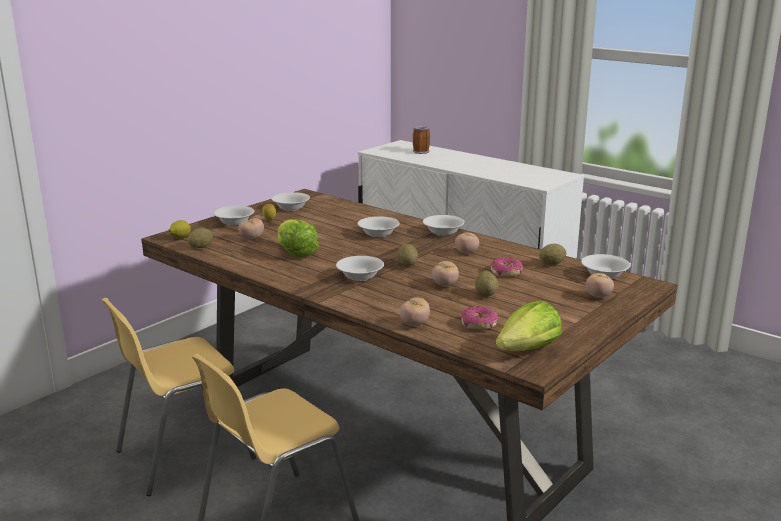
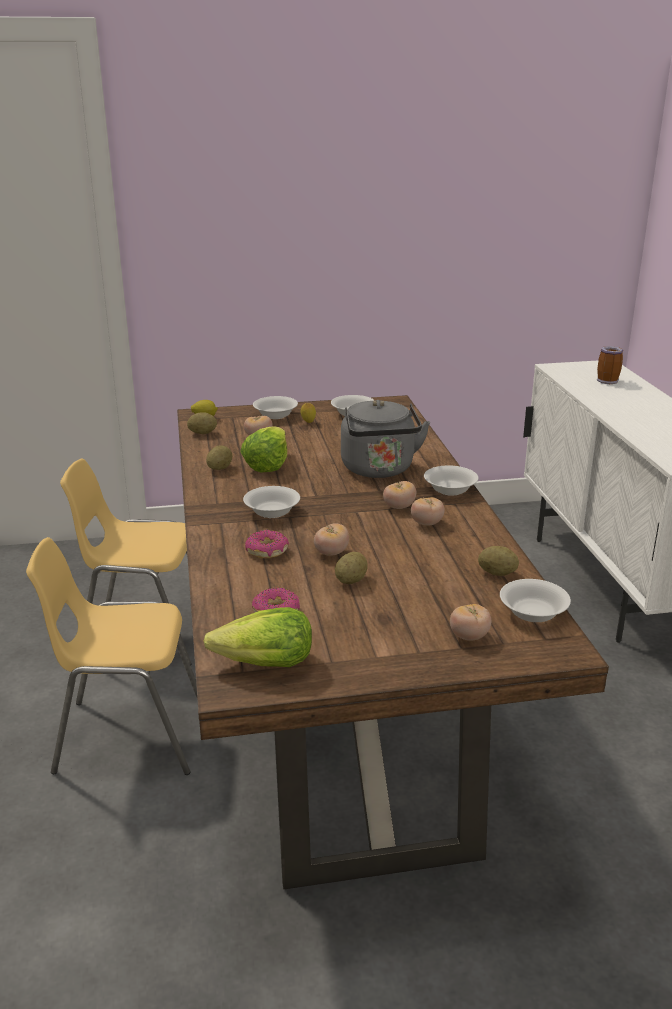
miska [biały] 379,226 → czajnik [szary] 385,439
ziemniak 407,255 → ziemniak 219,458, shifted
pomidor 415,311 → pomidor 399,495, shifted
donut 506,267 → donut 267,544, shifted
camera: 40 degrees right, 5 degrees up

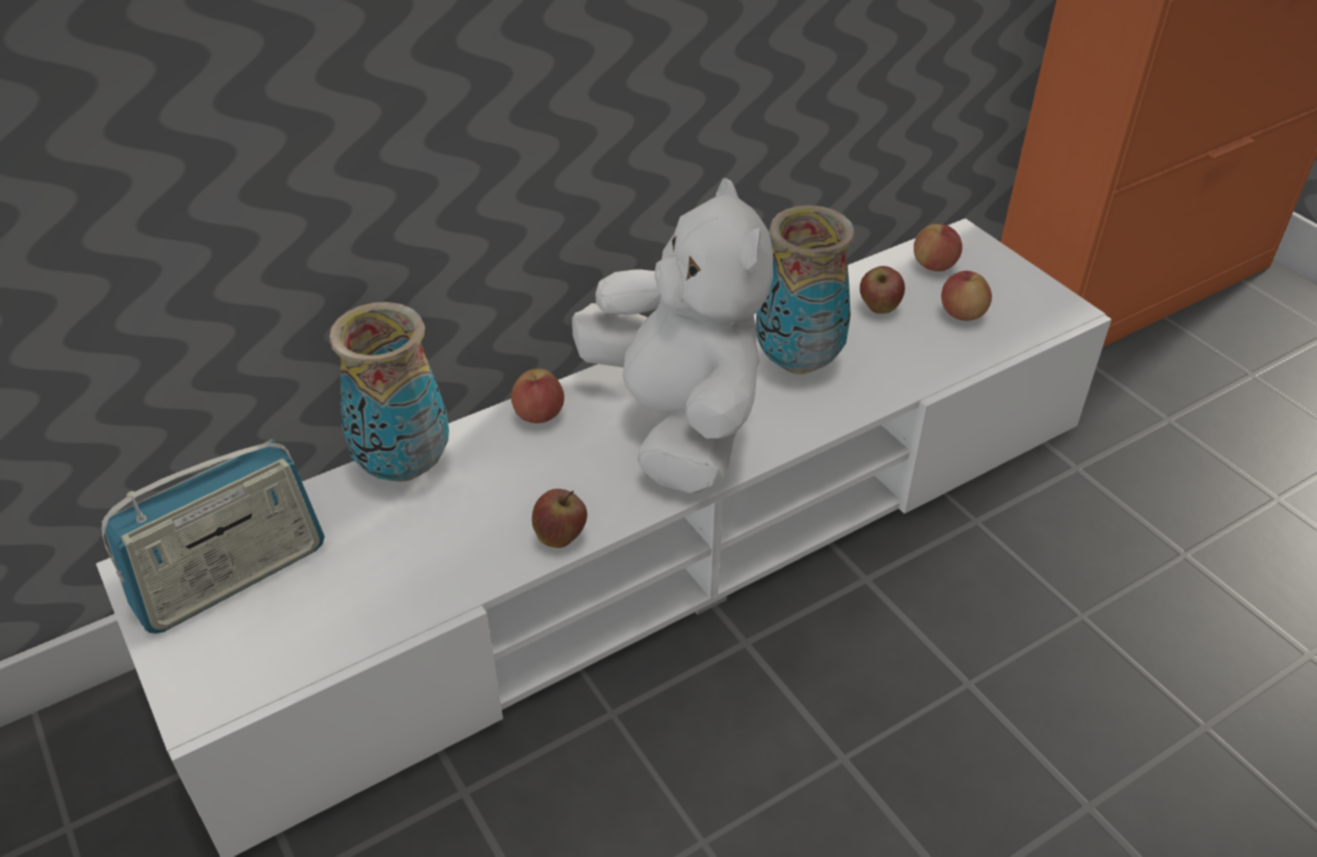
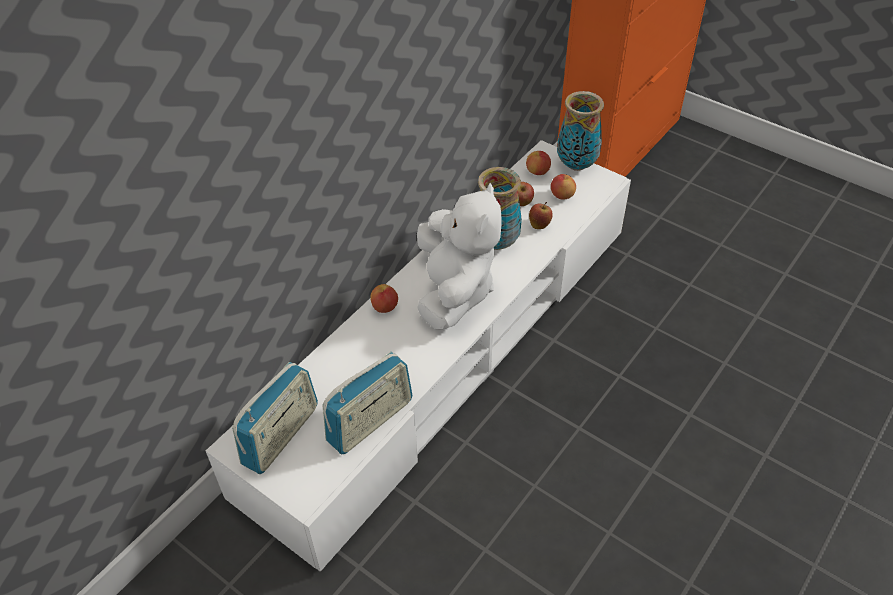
wazon 389,392 → wazon 580,131, shifted
jabłko 559,518 → jabłko 541,215, shifted
pluszak [biały] 672,335 → pluszak [biały] 459,256, 45 degrees clockwise
- → radio 368,403
camera: 20 degrees left, 5 degrees up

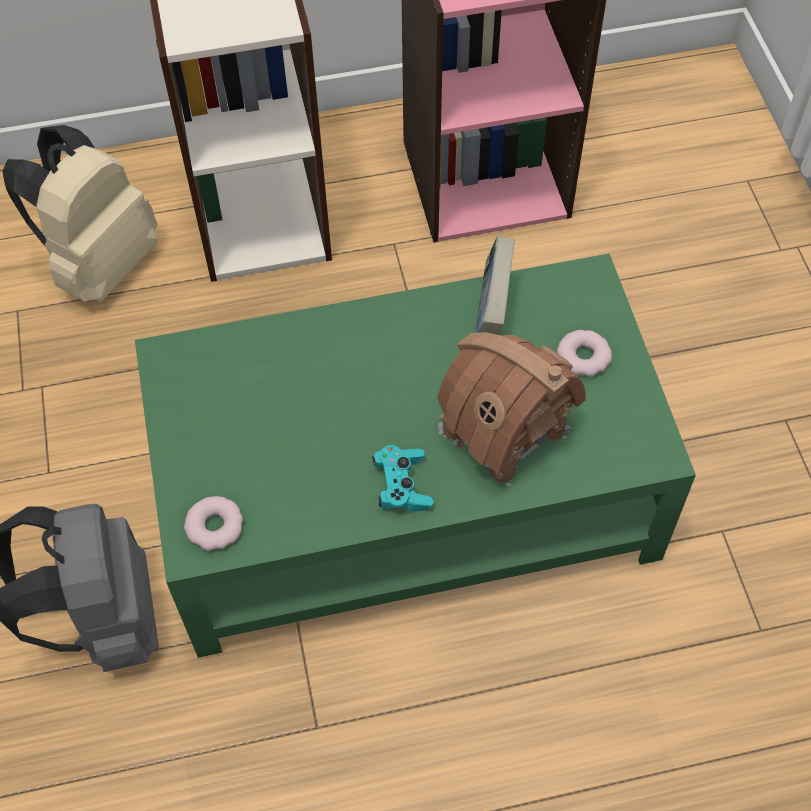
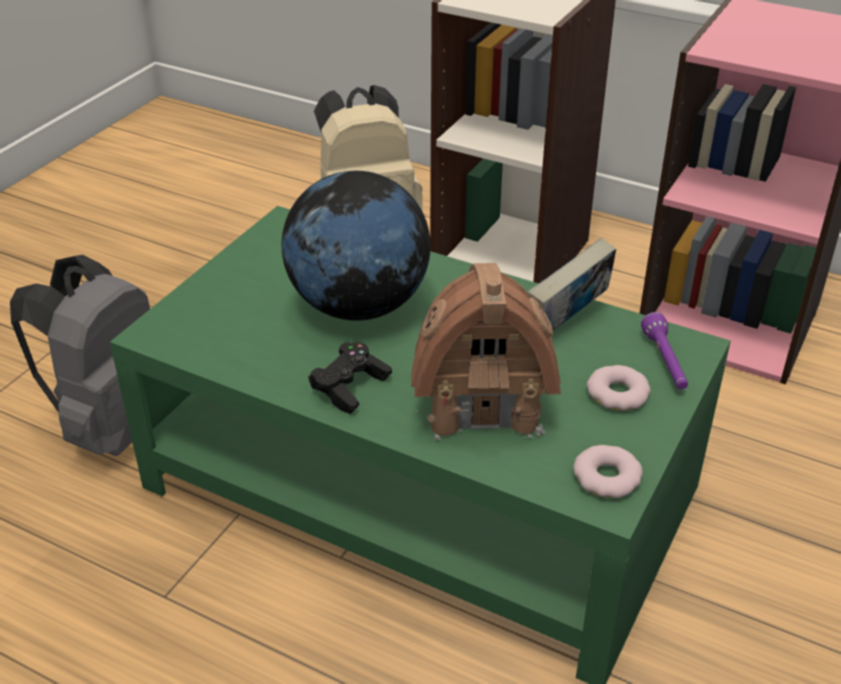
donut 213,523 → donut 608,471, shifted
pad do gier [turkusowy] 402,478 → pad do gier [czarny] 350,378
- → globus 356,246
- → latarka [fioletowy] 664,350
camera: 40 degrees right, 20 degrees down

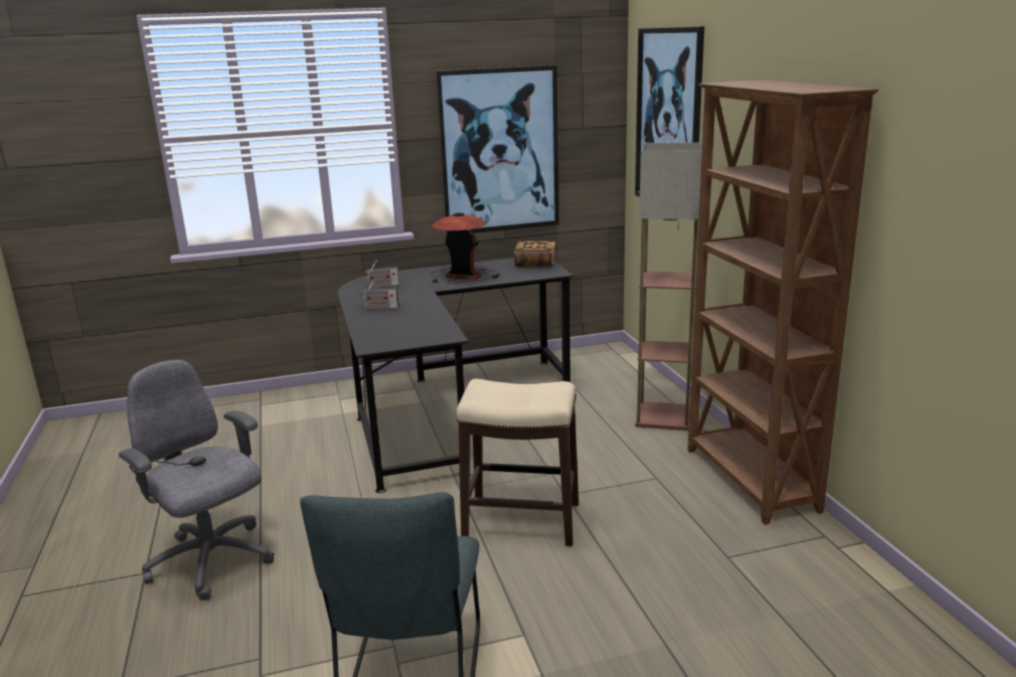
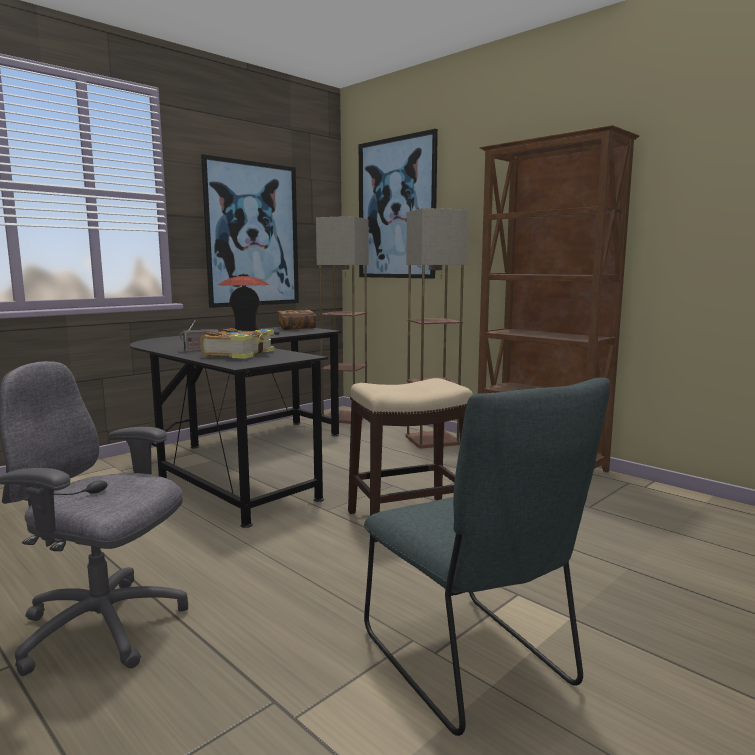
radio 381,274 → -
- → książka 237,343
- → lampa stojąca 342,320
camera: 30 degrees left, 10 degrees down

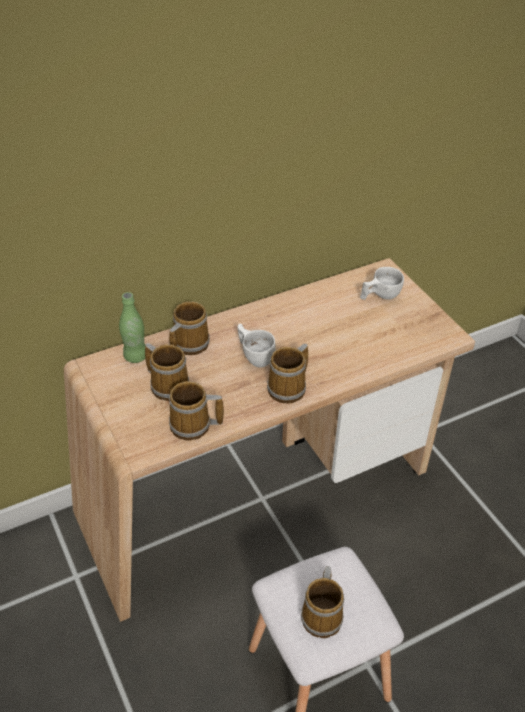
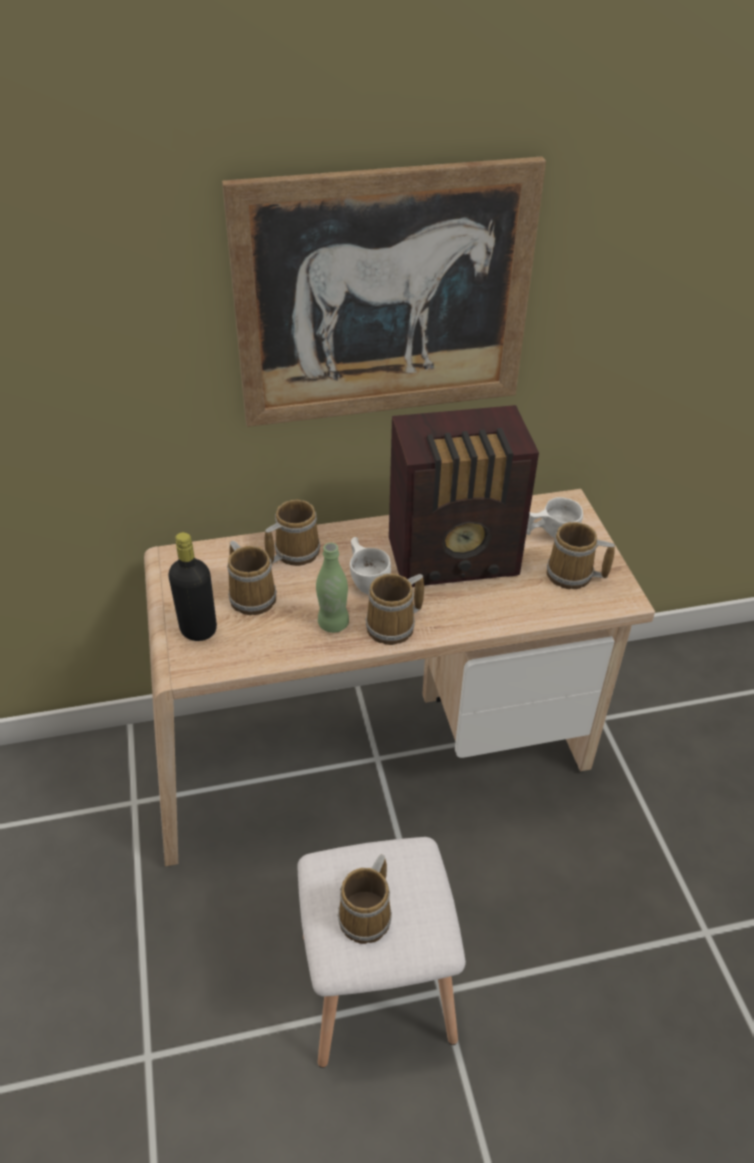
butelka [zielony] 132,327 → butelka [zielony] 332,588, shifted
kubek 196,411 → kubek 581,555, shifted
- → butelka [czarny] 192,586
- → obraz 384,291
- → radio 464,496
camera: 15 degrees right, 0 degrees up

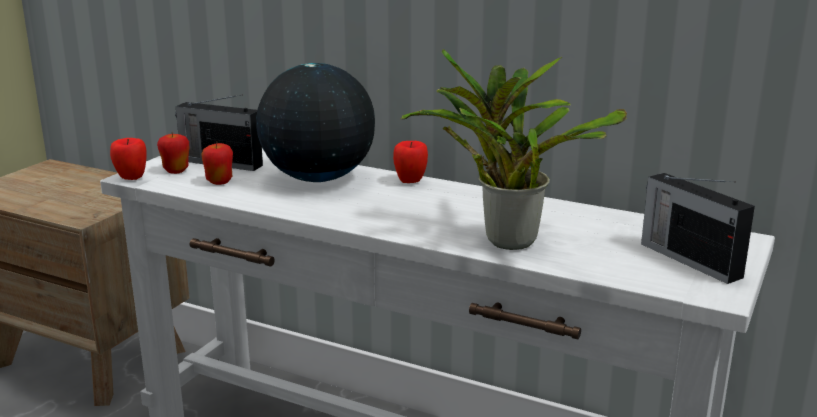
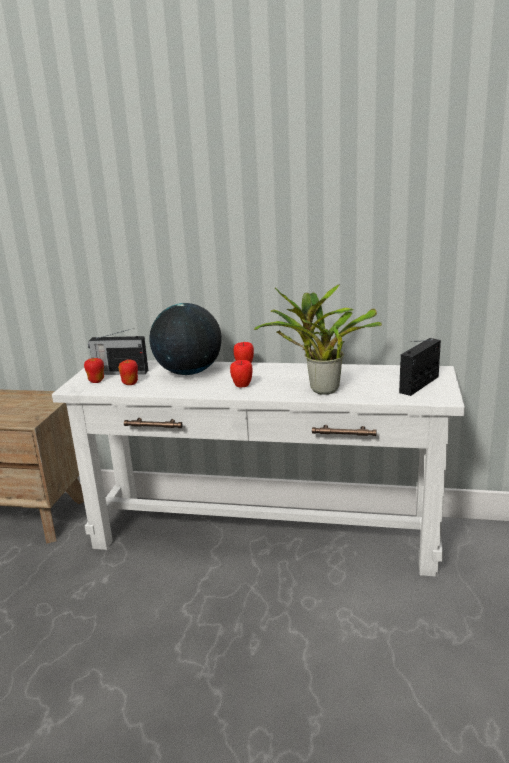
jabłko 128,159 → jabłko 241,373, shifted
radio 698,228 → radio 420,367, 90 degrees clockwise
camera: 15 degrees left, 0 degrees up

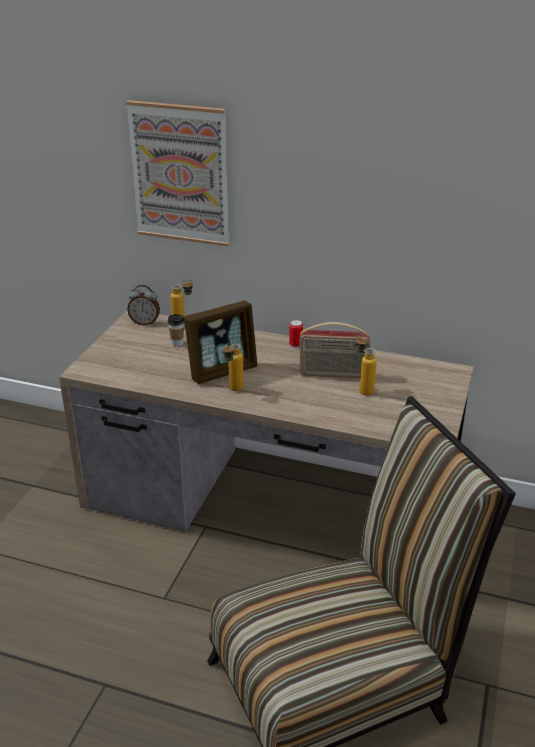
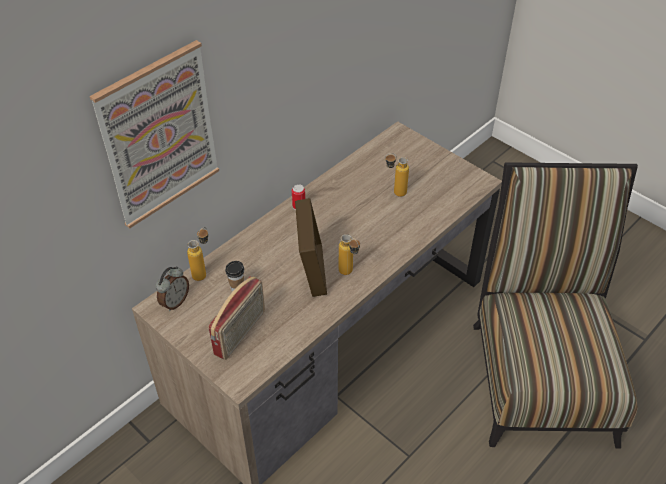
radio 334,350 → radio 237,318, shifted
camera: 65 degrees left, 15 degrees up

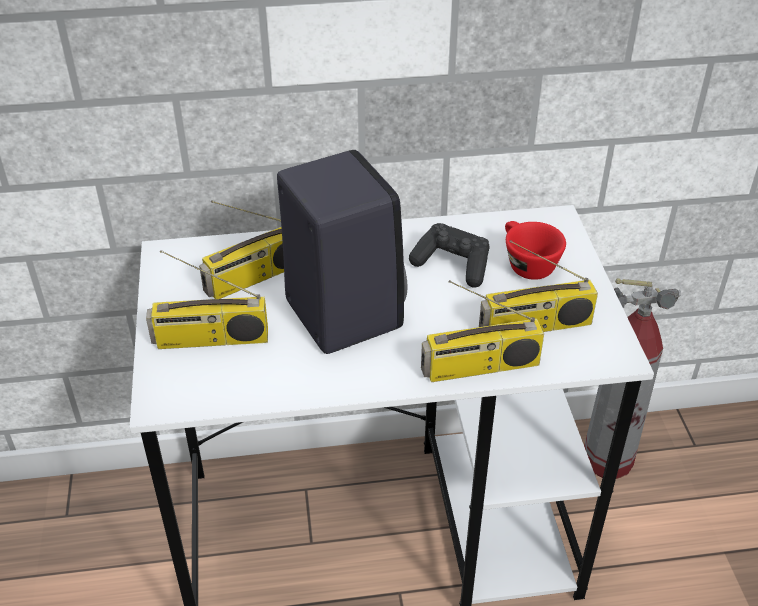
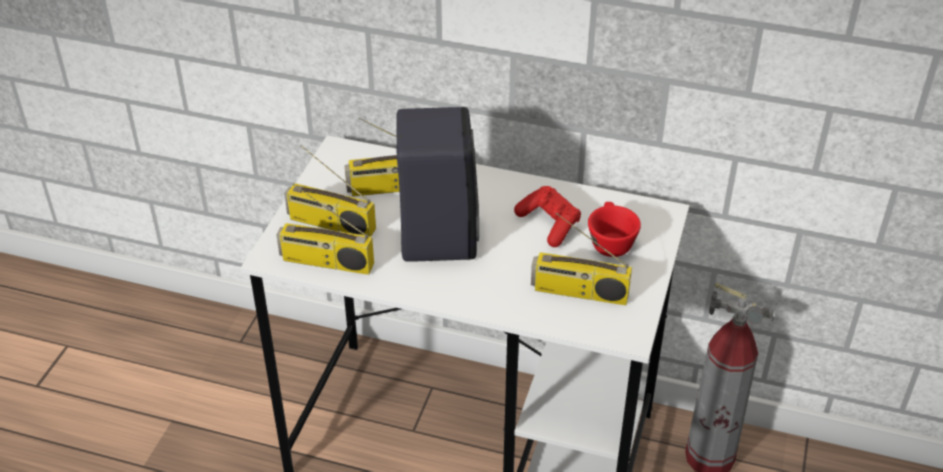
pad do gier [czarny] 449,255 → pad do gier [czerwony] 547,216
radio 482,331 → radio 325,229, shifted
camera: 25 degrees right, 0 degrees up

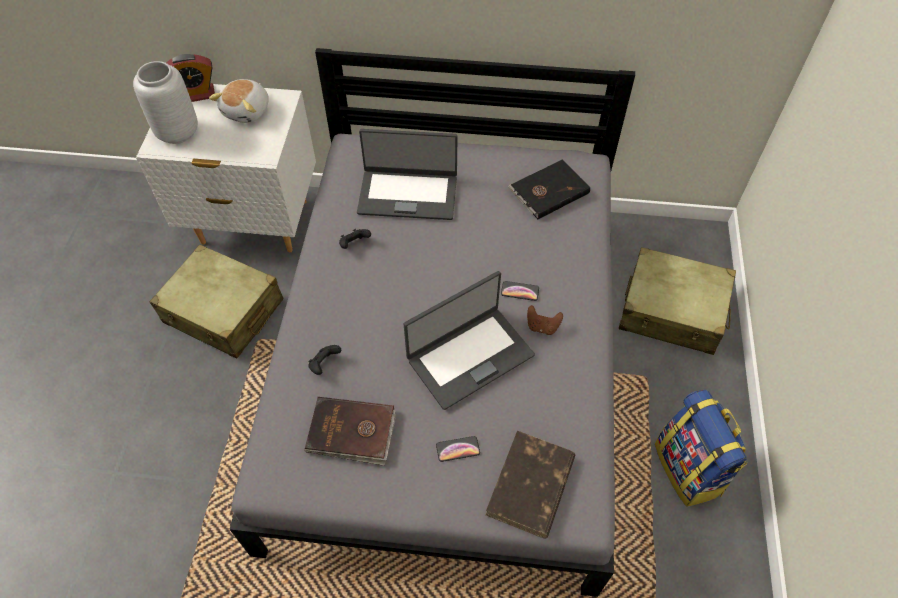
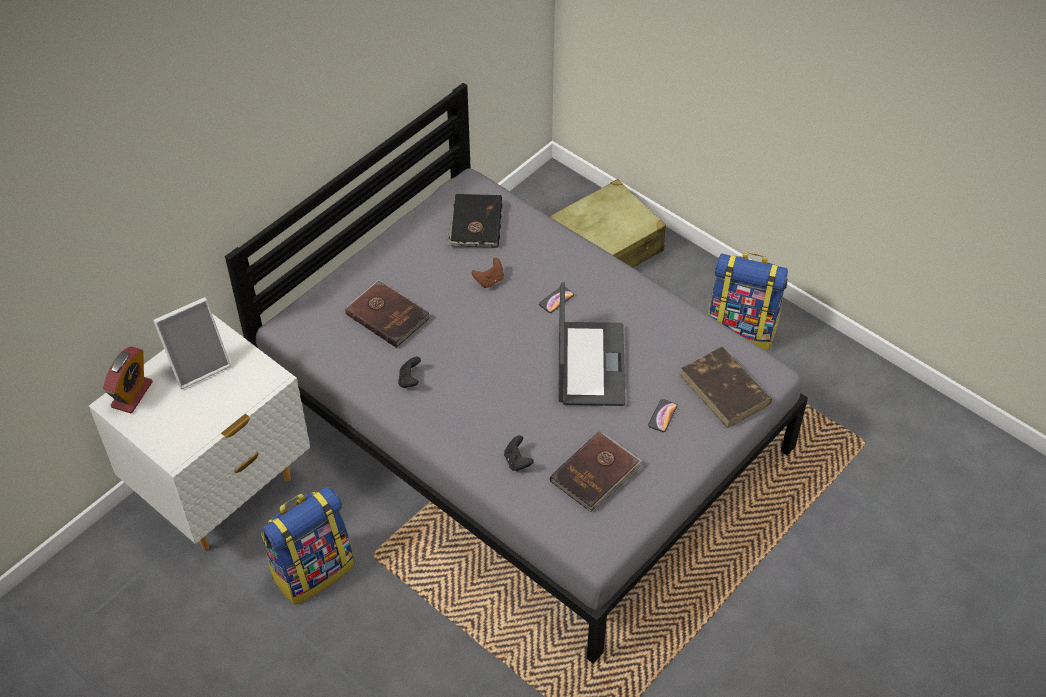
wazon [szary] 165,102 → -
walizka [beżowy] 216,301 → plecak 307,546
pluszak 239,101 → ramka na zdjęcie 192,343
laptop 407,174 → książka [brązowy] 387,314
pad do gier [brązowy] 545,320 → pad do gier [brązowy] 488,273, shifted
camera: 55 degrees left, 5 degrees down

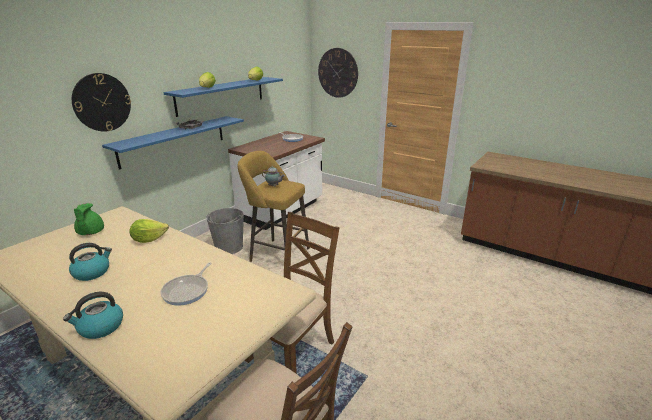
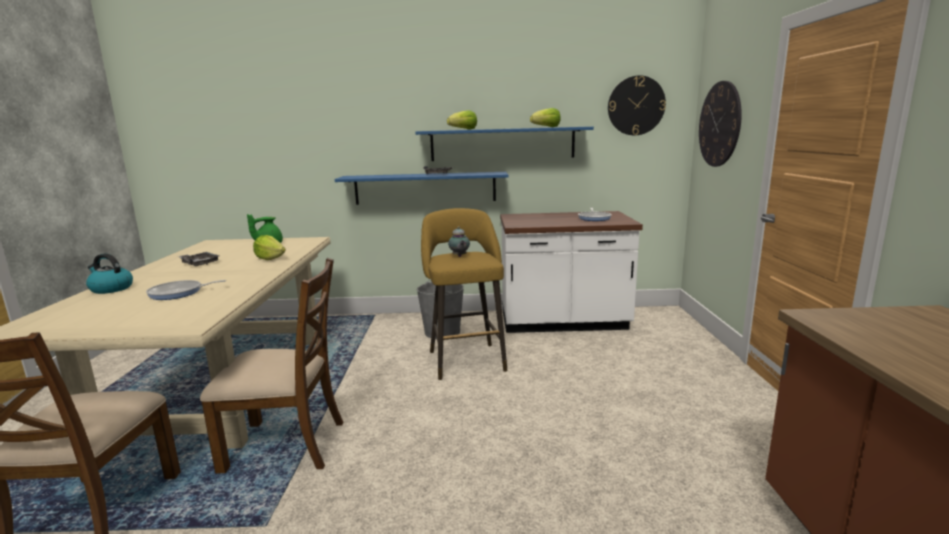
czajnik 90,262 → taca [szary] 198,259
zegar ścienny 101,102 → zegar ścienny 637,105, shifted
camera: 55 degrees right, 10 degrees down

